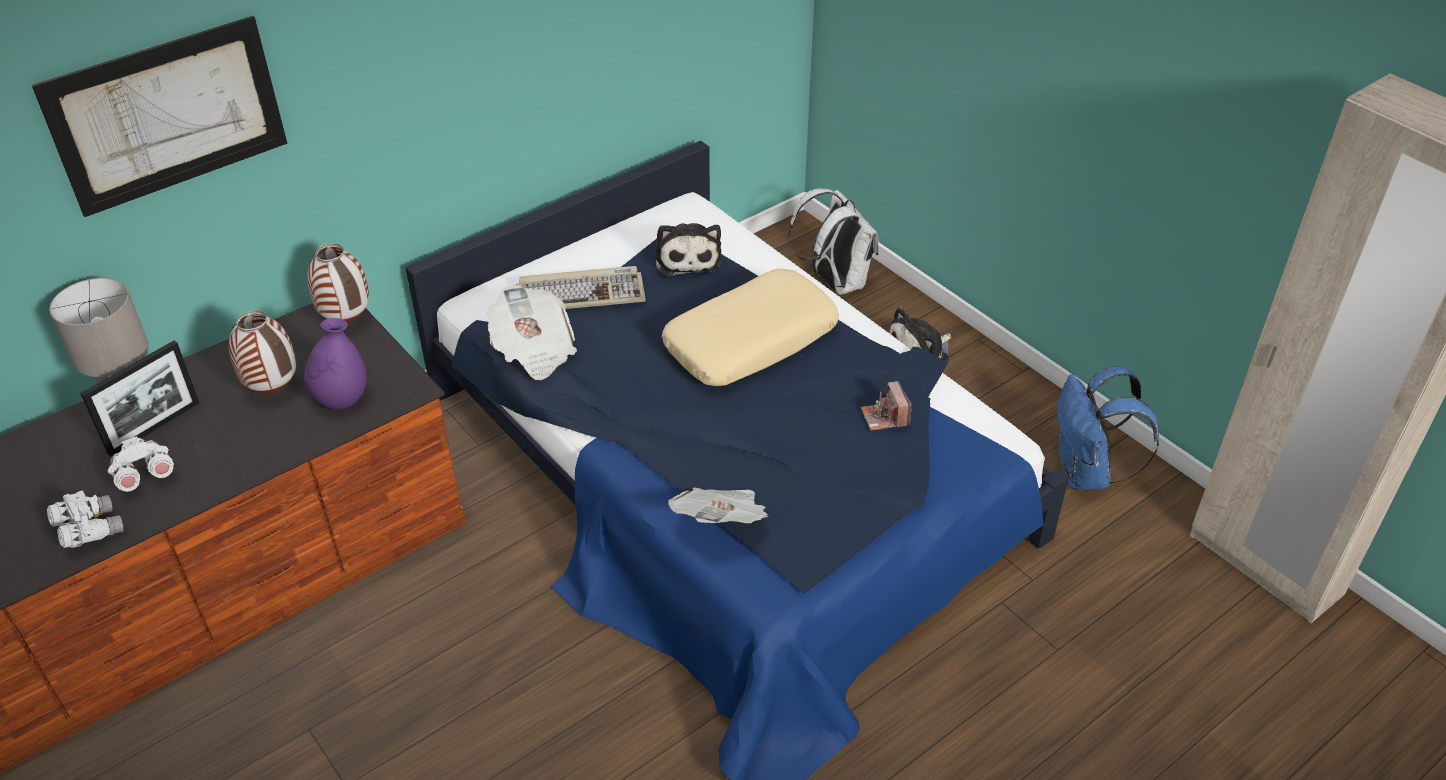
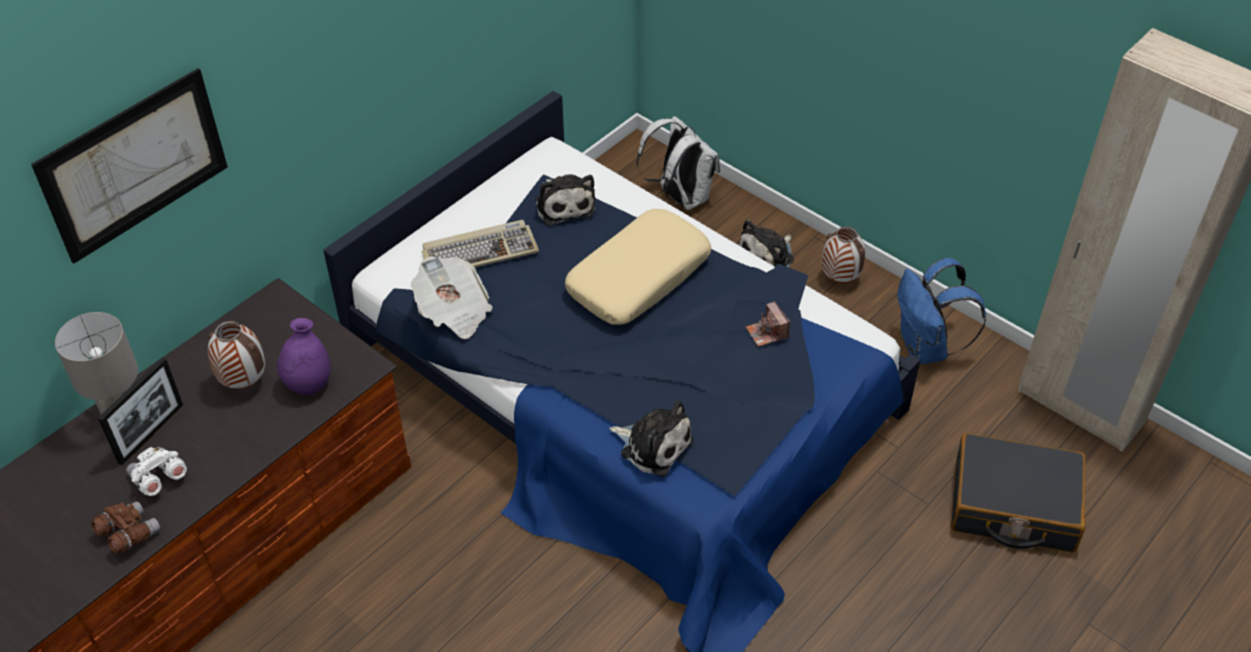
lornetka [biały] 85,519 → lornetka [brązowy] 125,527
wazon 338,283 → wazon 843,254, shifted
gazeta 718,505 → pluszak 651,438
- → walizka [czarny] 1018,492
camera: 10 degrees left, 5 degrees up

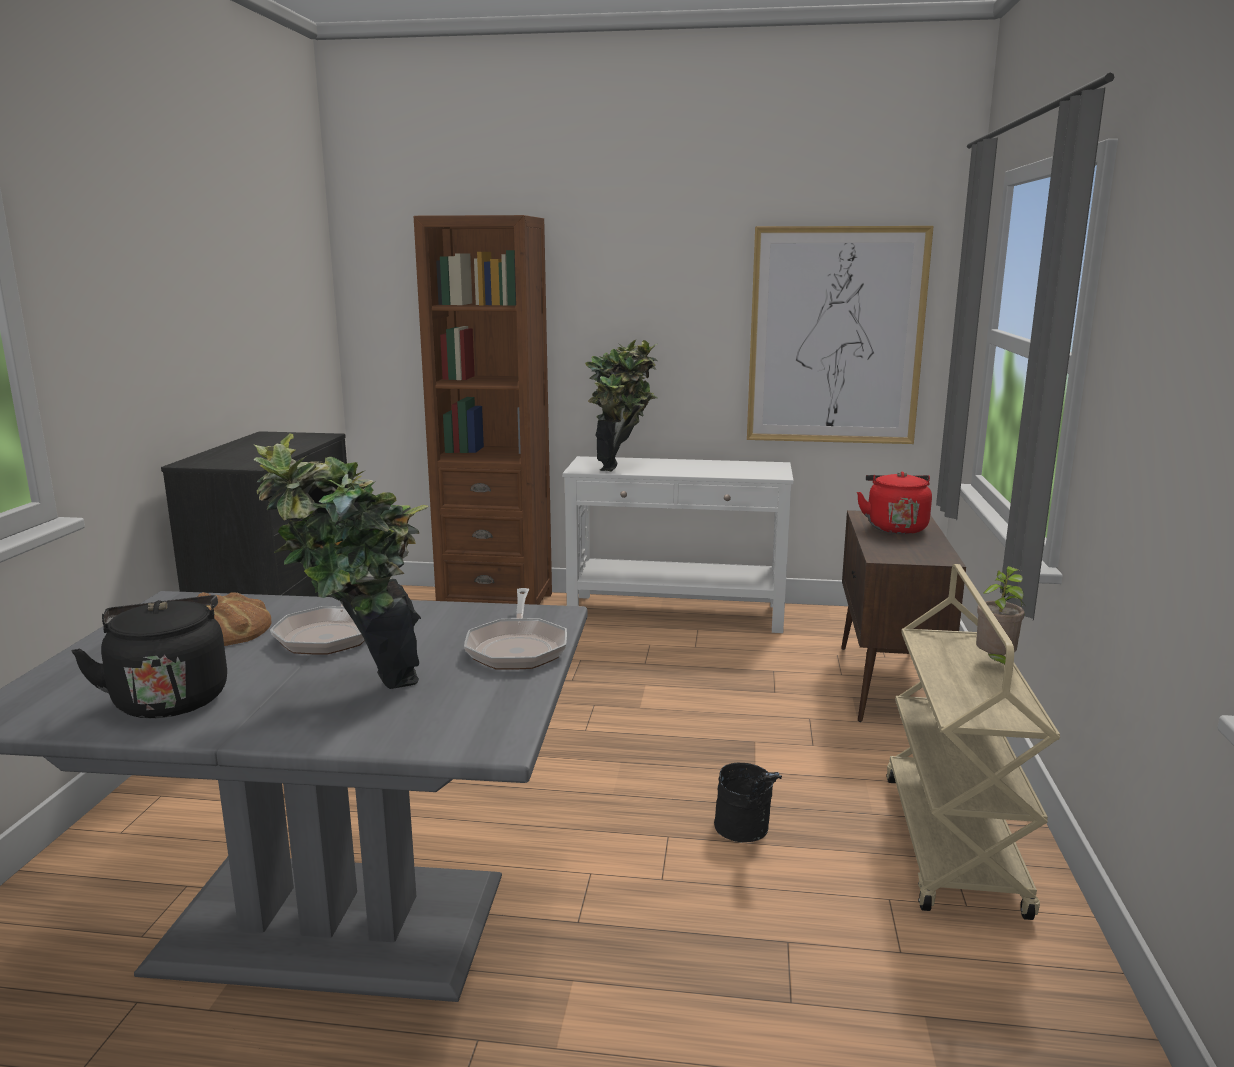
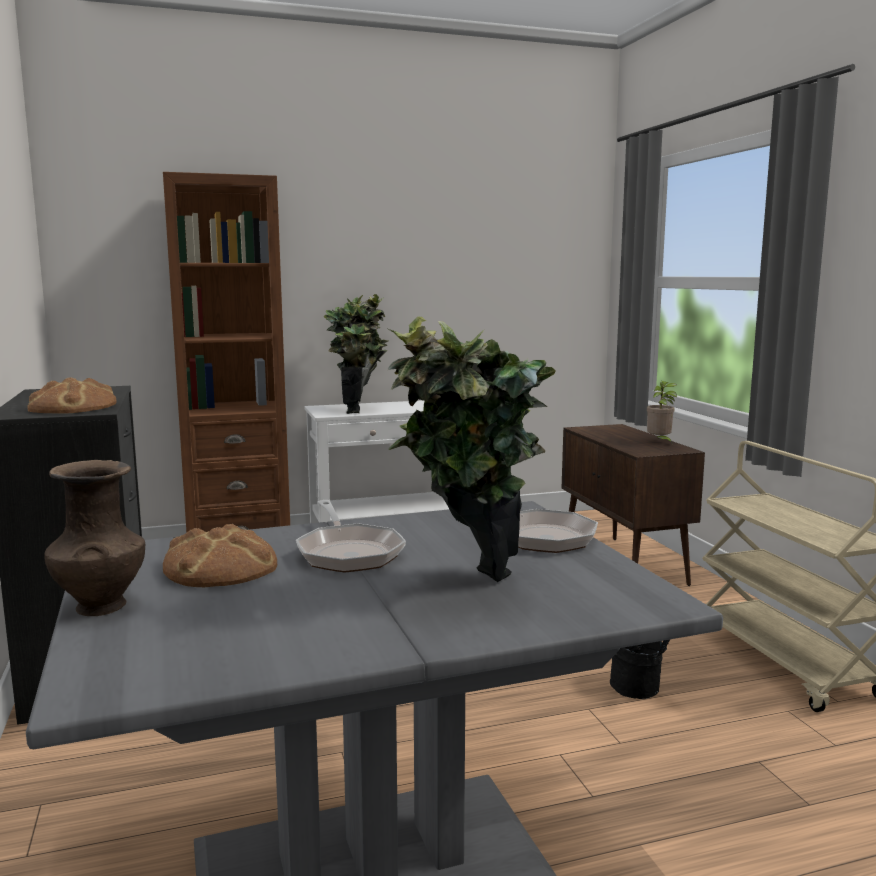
czajnik [czarny] 149,656 → -
obraz 840,335 → -
czajnik [czerwony] 894,502 → -
roślina doniczkowa 1000,615 → roślina doniczkowa 662,412, shifted
- → chleb 72,395
- → wazon [brązowy] 94,538
camera: 25 degrees left, 5 degrees down

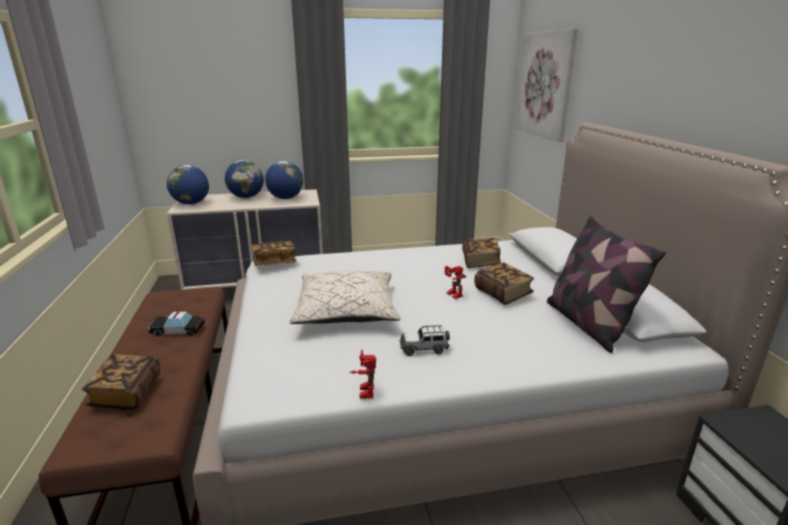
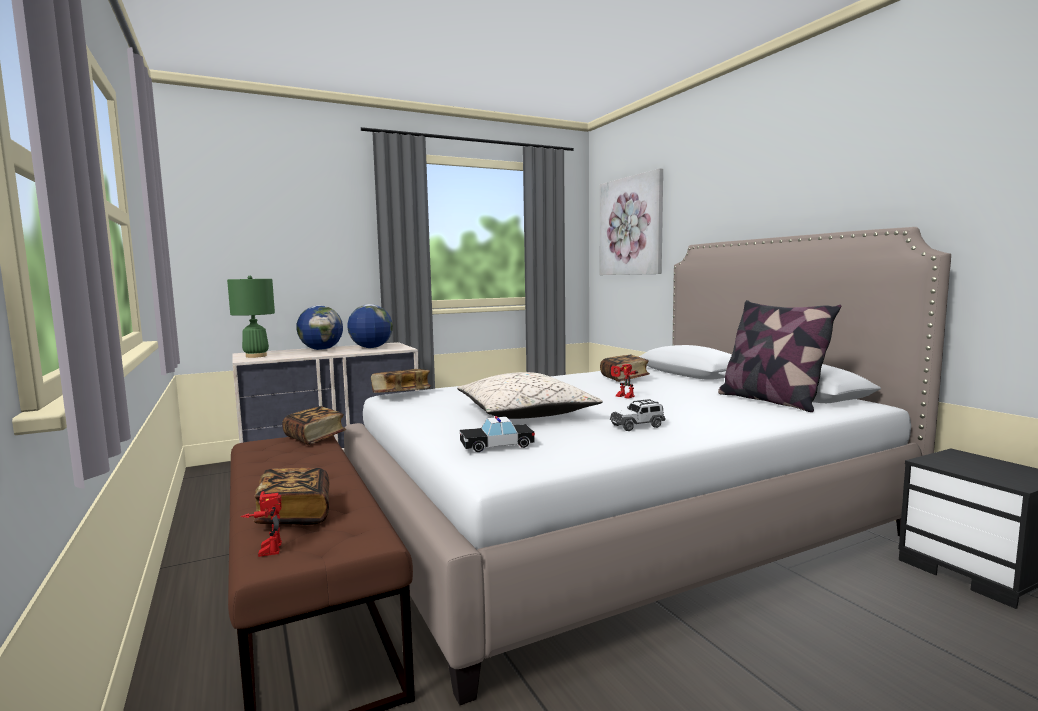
samochodzik 176,323 → samochodzik 497,434, shifted
globus 188,185 → lampa stołowa [zielony] 251,317
robot zabawkowy 362,374 → robot zabawkowy 261,524, shifted
książka 504,284 → książka 314,425, shifted
camera: 15 degrees left, 15 degrees down

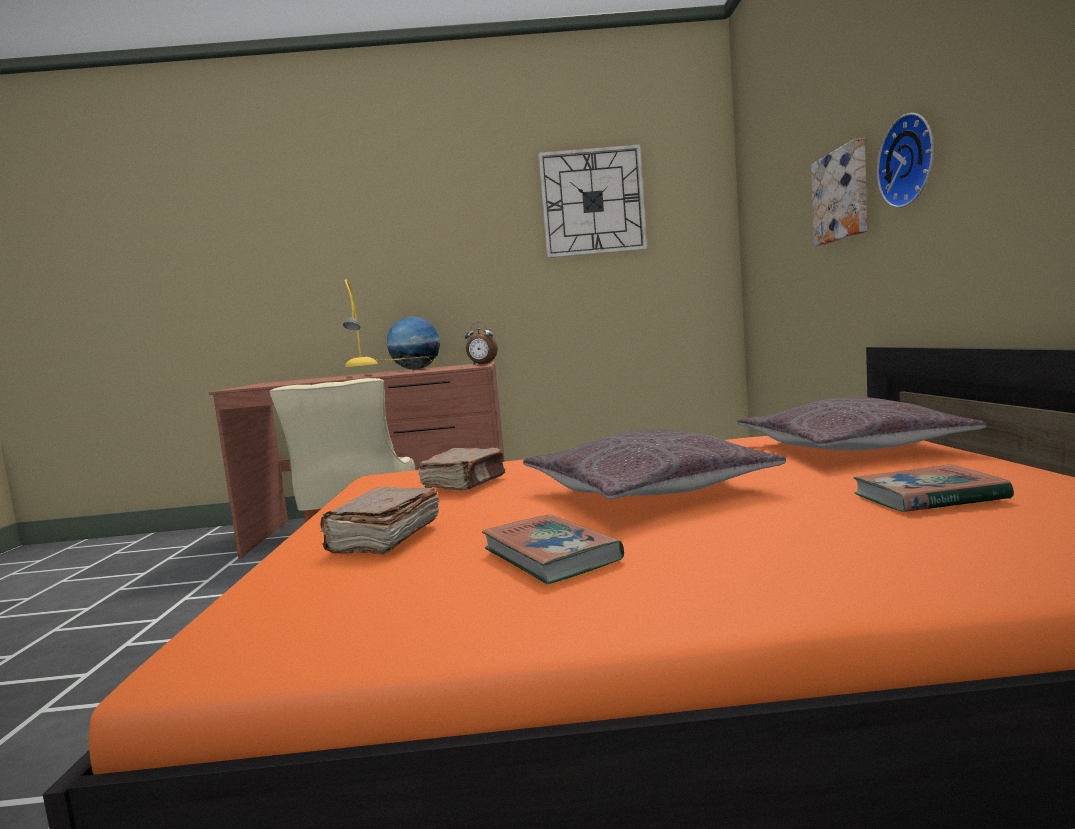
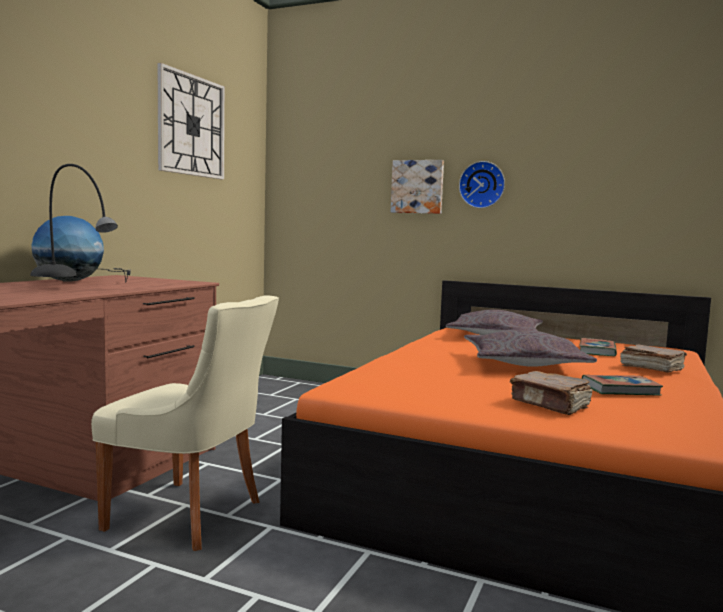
lampa stołowa [żółty] 389,324 → lampa stołowa [szary] 80,223
książka [brązowy] 461,469 → książka [brązowy] 653,358, shifted
budzik 481,343 → -
camera: 65 degrees left, 0 degrees up

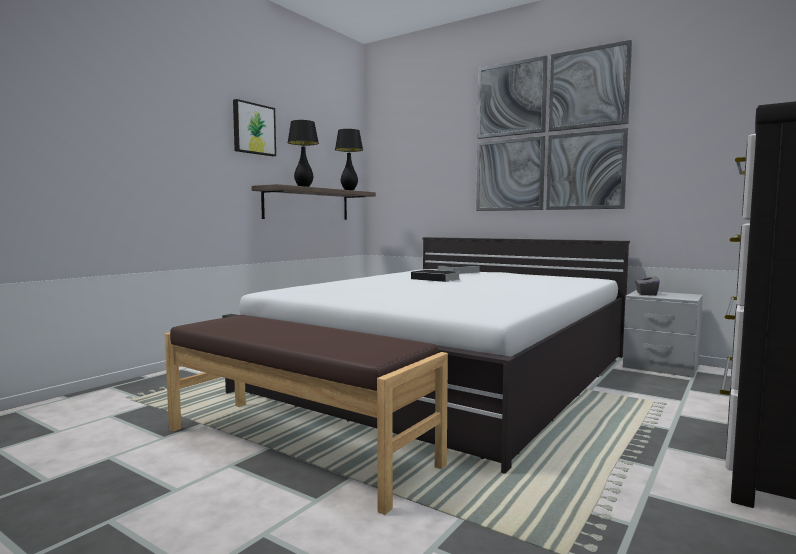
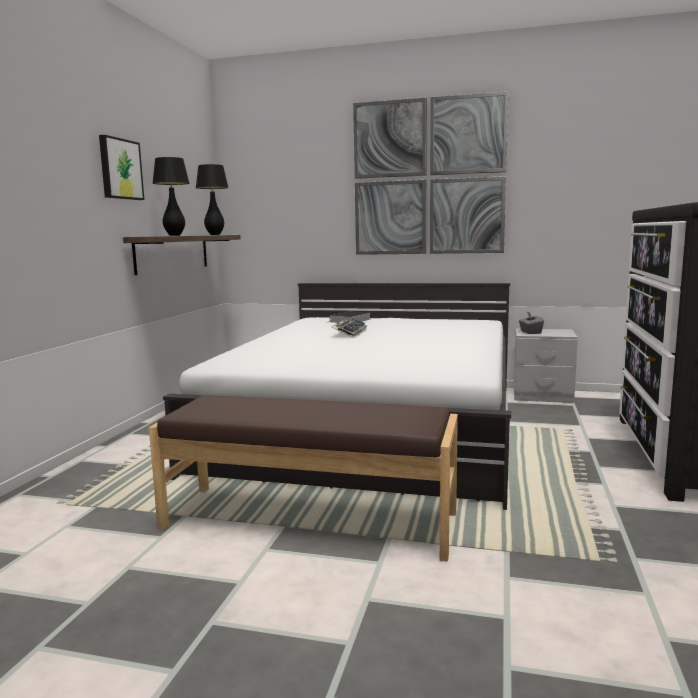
książka 435,276 → klawiatura 349,327
camera: 20 degrees left, 5 degrees up

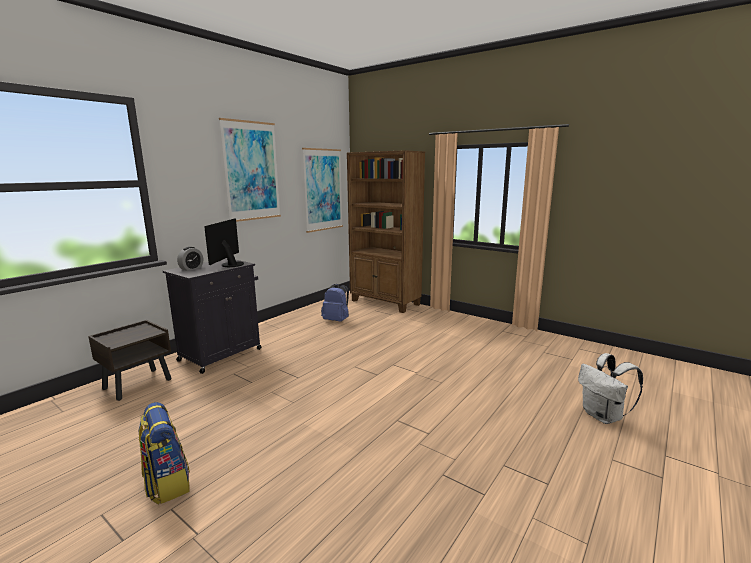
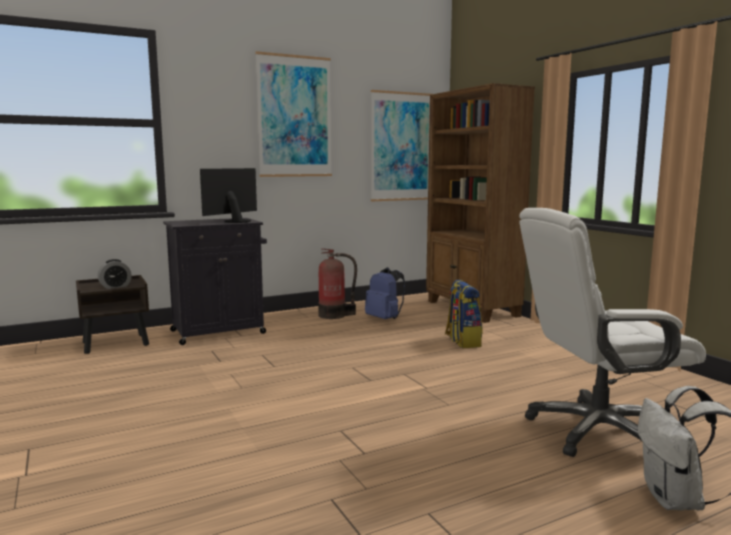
plecak 164,453 → plecak 463,314, shifted
budzik 190,259 → budzik 115,274, shifted
- → gaśnica 337,283
- → krzesło biurowe [biały] 612,332
camera: 25 degrees right, 5 degrees down

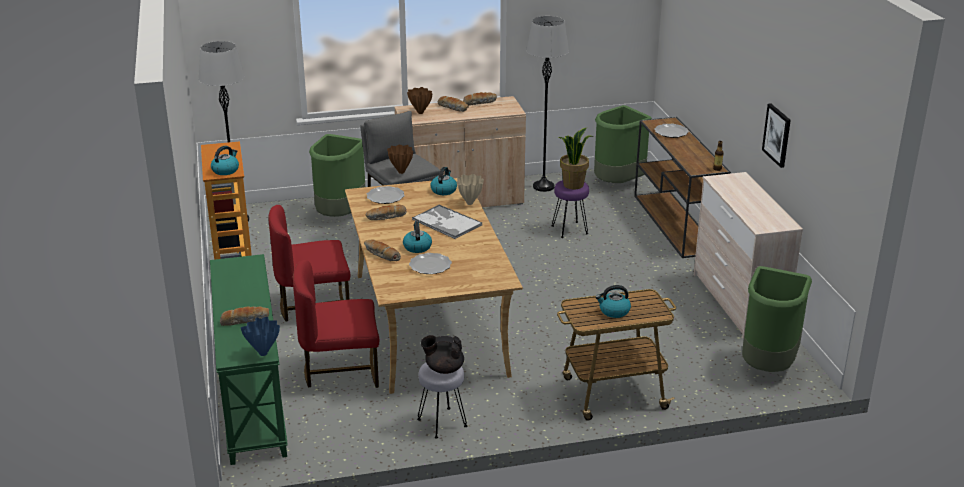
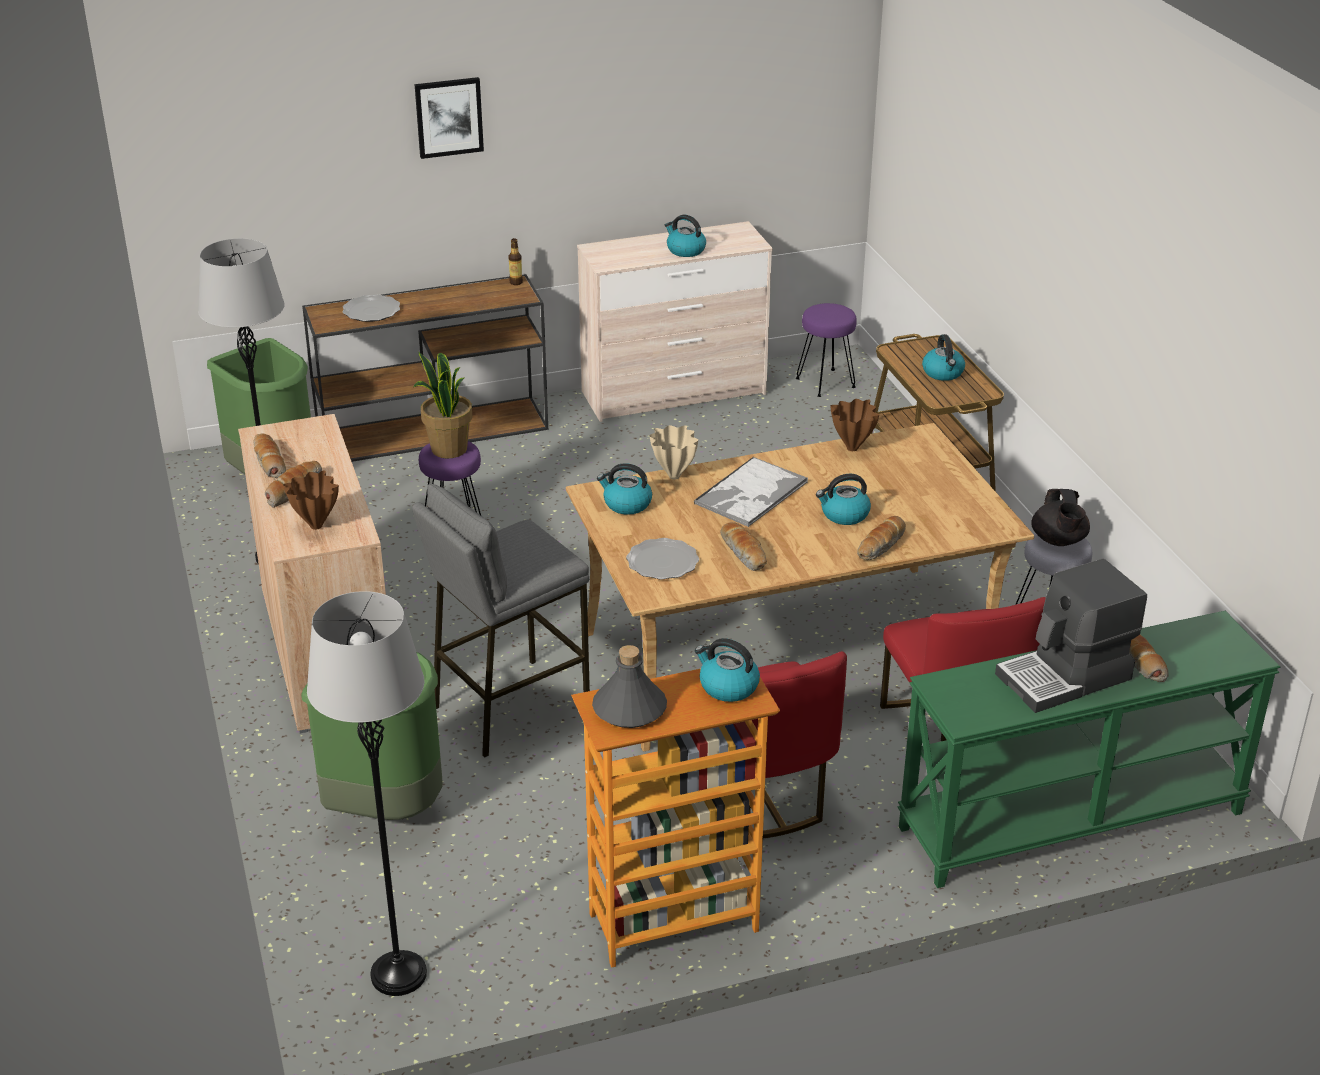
wazon [niebieski] 260,336 → -
wazon [brązowy] 400,159 → wazon [brązowy] 855,425, shifted
talerz 430,263 → -
kosz na śmieci [zielony] 777,319 → stołek [fioletowy] 826,350
obraz 776,135 → obraz 449,118, shifted
- → butelka [szary] 629,686
- → czajnik 685,236
- → ekspres do kawy 1071,636
camera: 95 degrees left, 5 degrees up

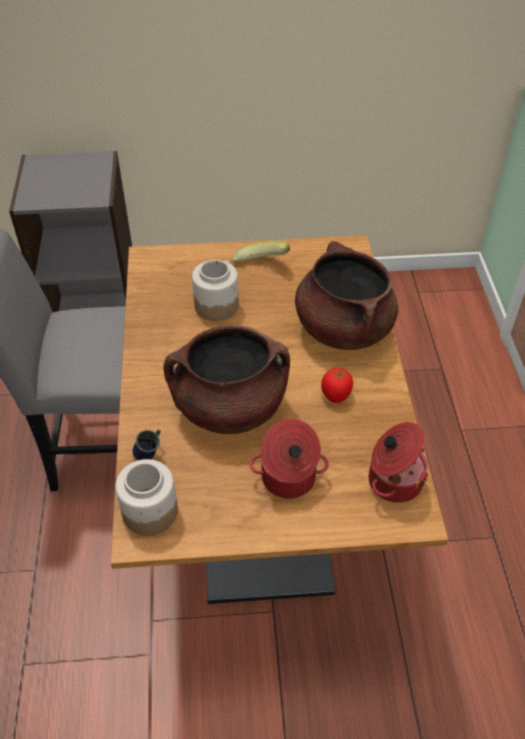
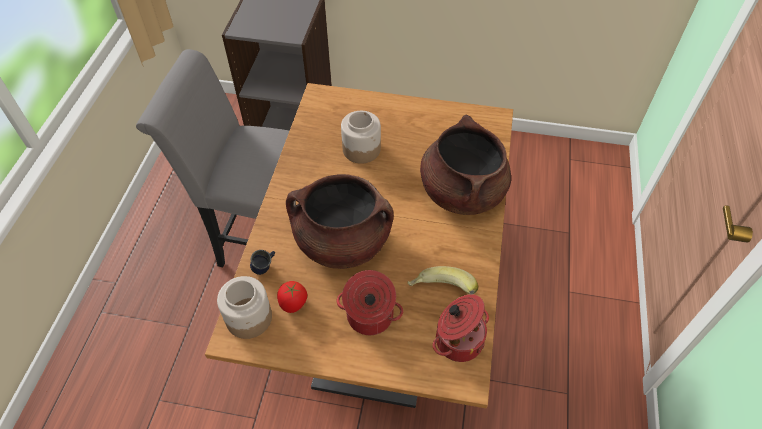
banan 257,251 → banan 442,280, shifted
pomidor 337,385 → pomidor 292,297, shifted
camera: 15 degrees right, 5 degrees up

